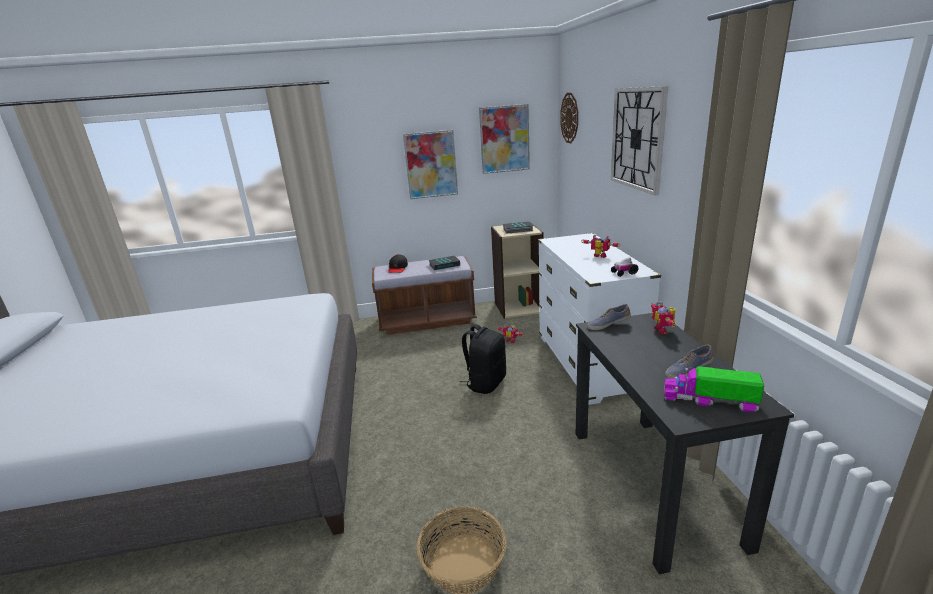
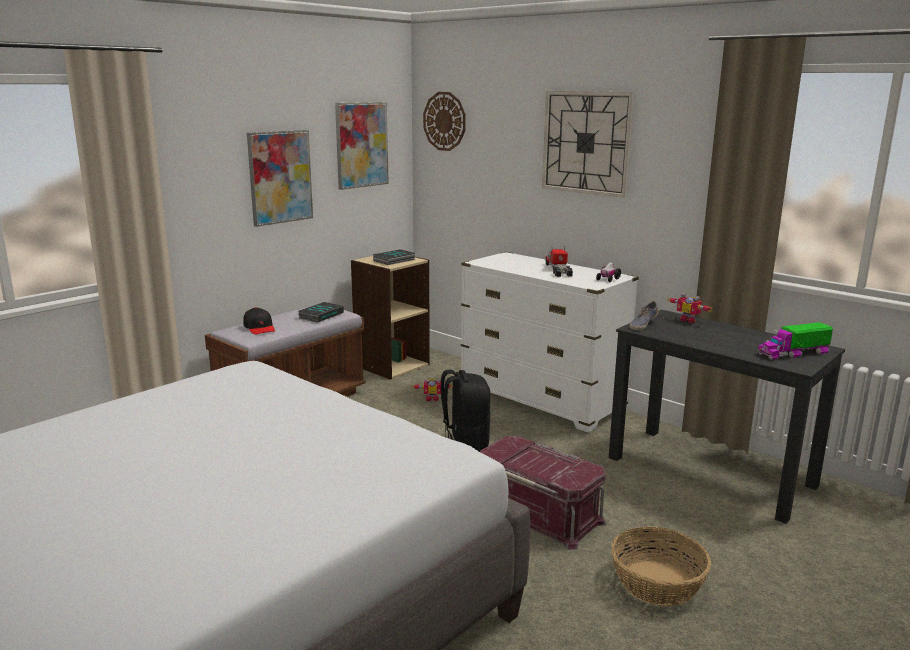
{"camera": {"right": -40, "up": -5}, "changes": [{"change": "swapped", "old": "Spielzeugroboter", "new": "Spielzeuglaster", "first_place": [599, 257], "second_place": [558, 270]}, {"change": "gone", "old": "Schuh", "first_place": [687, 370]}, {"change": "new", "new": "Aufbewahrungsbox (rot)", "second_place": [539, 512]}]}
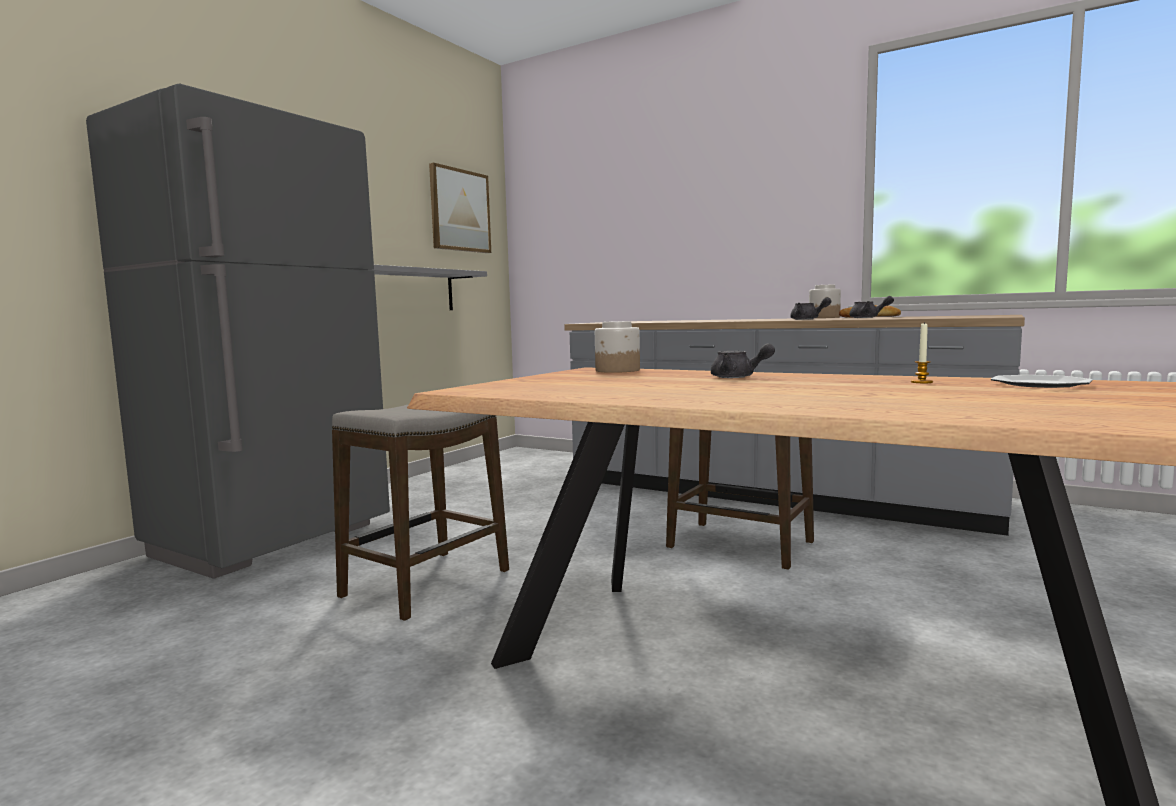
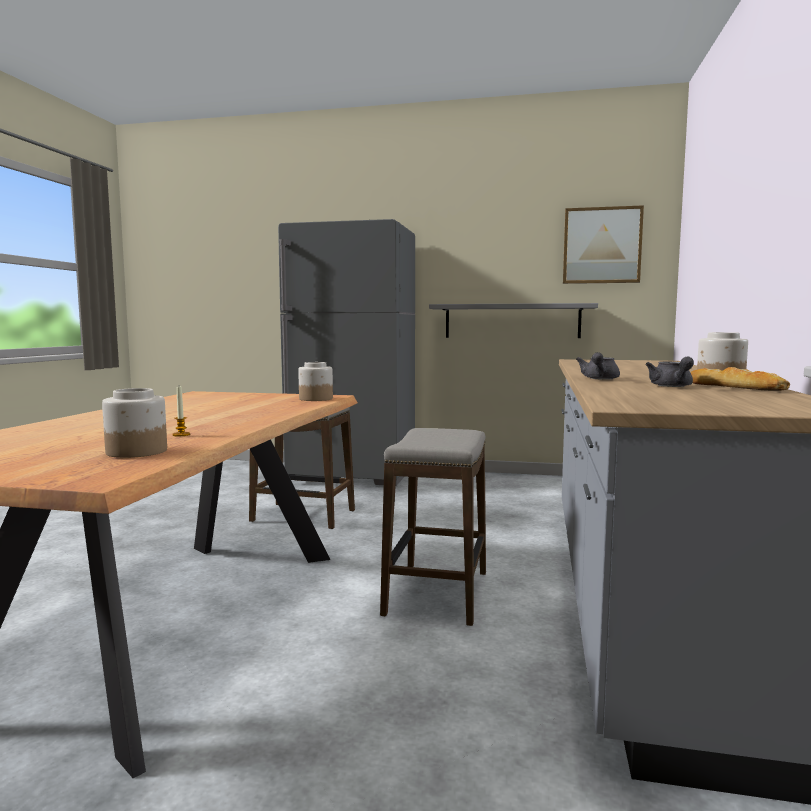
{"camera": {"right": 70, "up": 0}, "changes": [{"change": "gone", "old": "Teekanne (grau)", "first_place": [738, 377]}, {"change": "swapped", "old": "Teller", "new": "Vorratsglas", "first_place": [1041, 384], "second_place": [136, 452]}]}
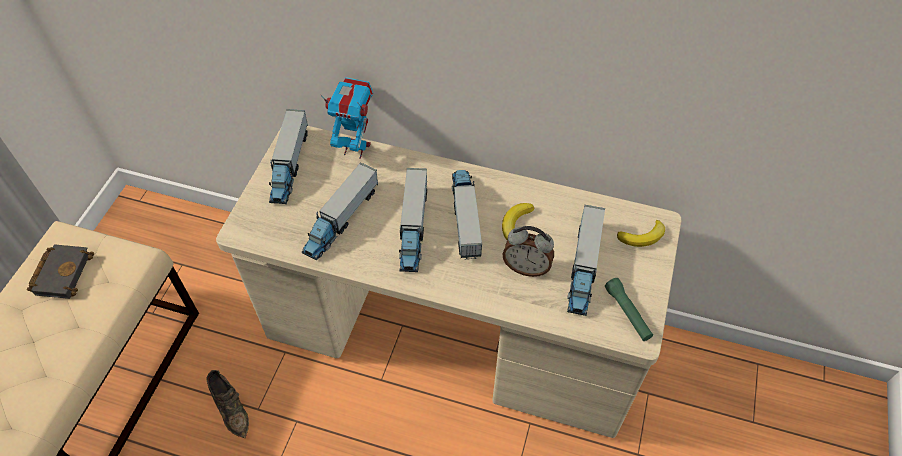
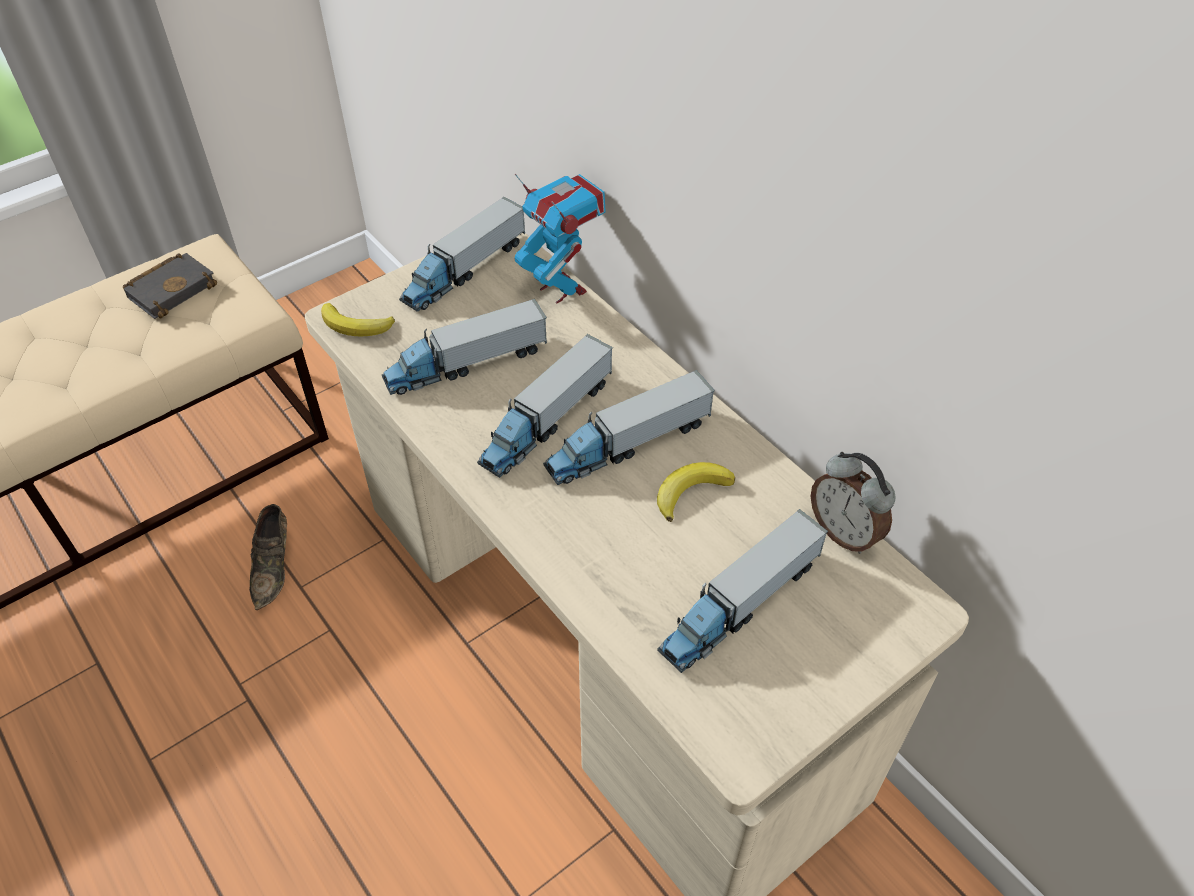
{"camera": {"right": 35, "up": -5}, "changes": [{"change": "rotated", "old": "Spielzeuglaster", "first_place": [465, 217], "second_place": [628, 444], "degrees": -150}, {"change": "shifted", "old": "Wecker", "first_place": [526, 267], "second_place": [844, 532]}, {"change": "gone", "old": "Taschenlampe (grün)", "first_place": [627, 313]}, {"change": "shifted", "old": "Banane", "first_place": [642, 236], "second_place": [356, 326]}]}
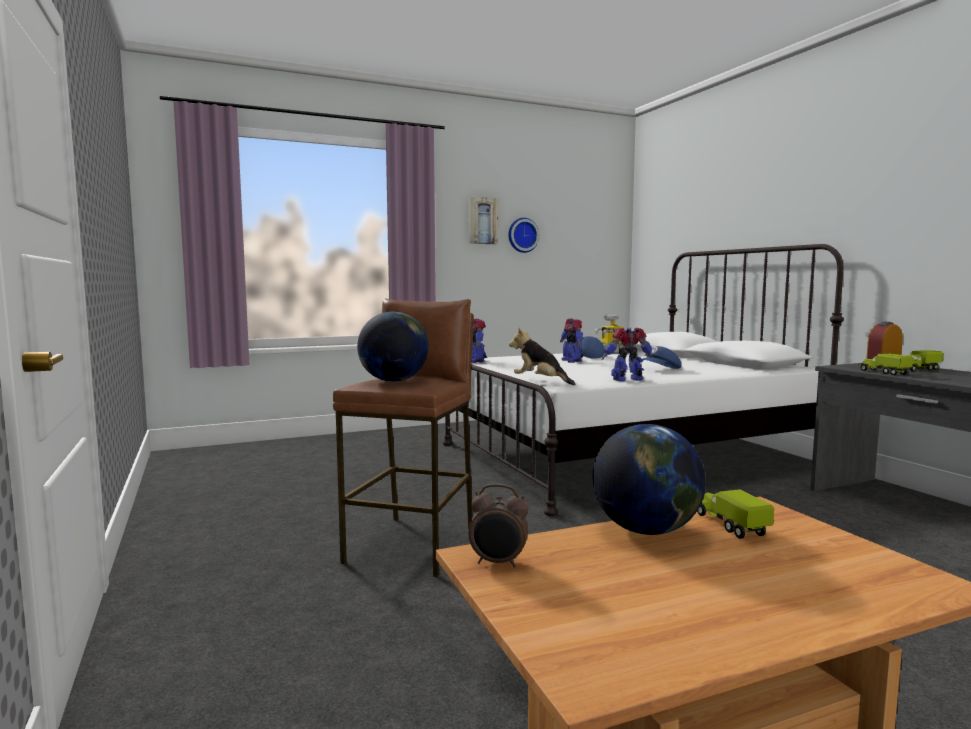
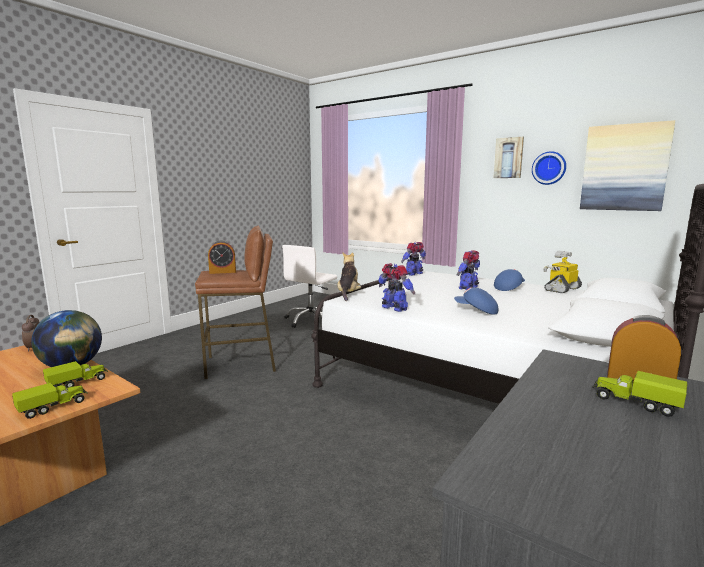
{"camera": {"right": 60, "up": 5}, "changes": [{"change": "swapped", "old": "Globus", "new": "Wecker", "first_place": [393, 381], "second_place": [222, 272]}, {"change": "shifted", "old": "Spielzeuglaster", "first_place": [883, 372], "second_place": [53, 407]}, {"change": "new", "new": "Bürostuhl (weiß)", "second_place": [311, 320]}, {"change": "new", "new": "Bild", "second_place": [624, 168]}]}
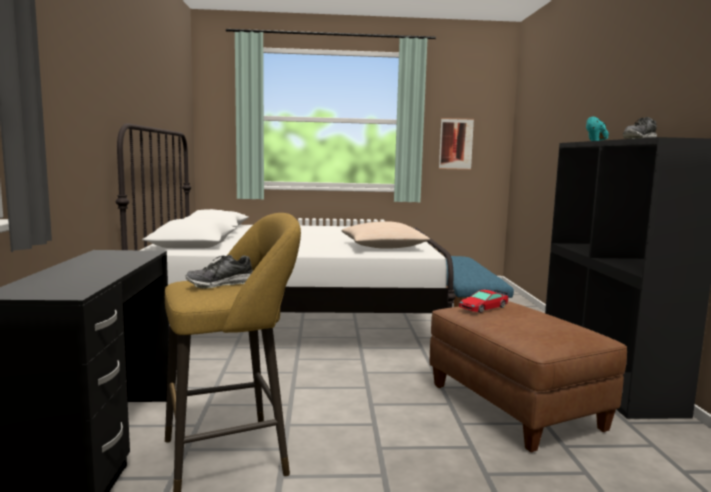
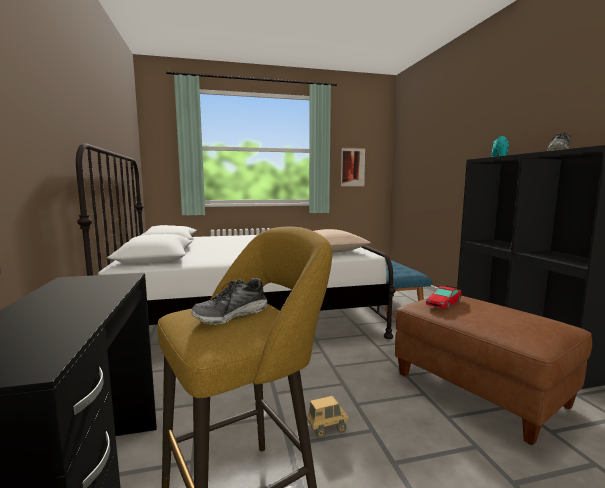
{"camera": {"right": -10, "up": 0}, "changes": [{"change": "new", "new": "Spielzeuglaster", "second_place": [327, 429]}]}
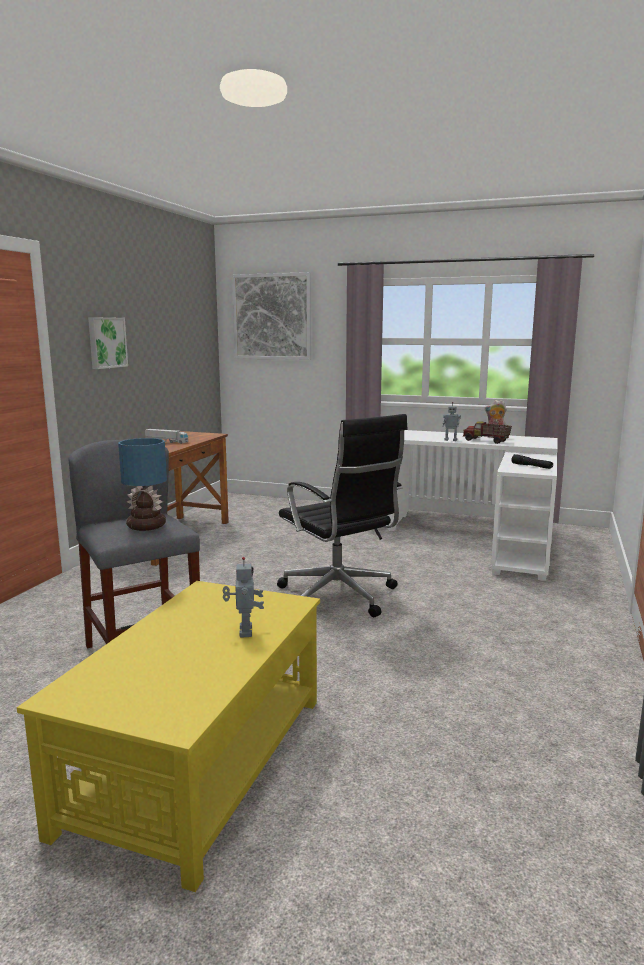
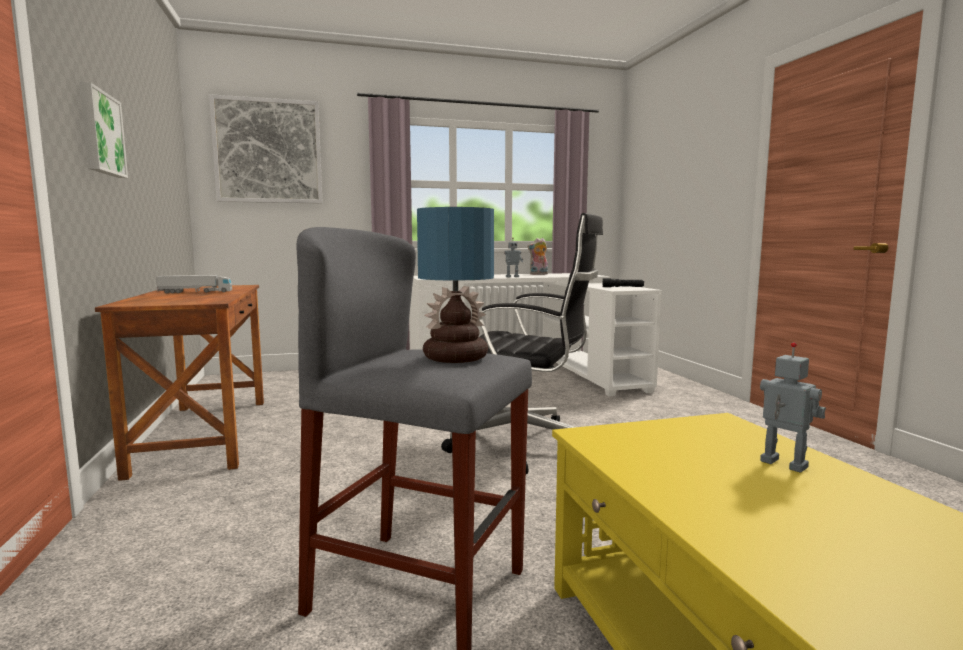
{"camera": {"right": -35, "up": -5}, "changes": [{"change": "gone", "old": "Spielzeuglaster", "first_place": [486, 441]}]}
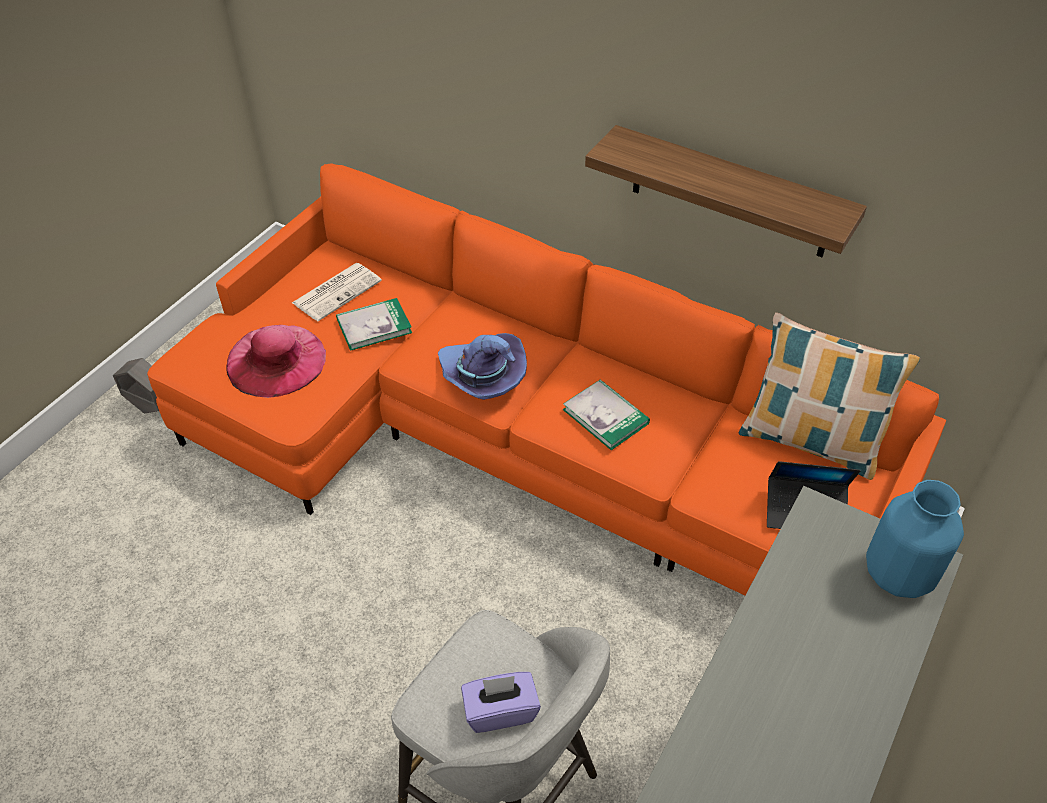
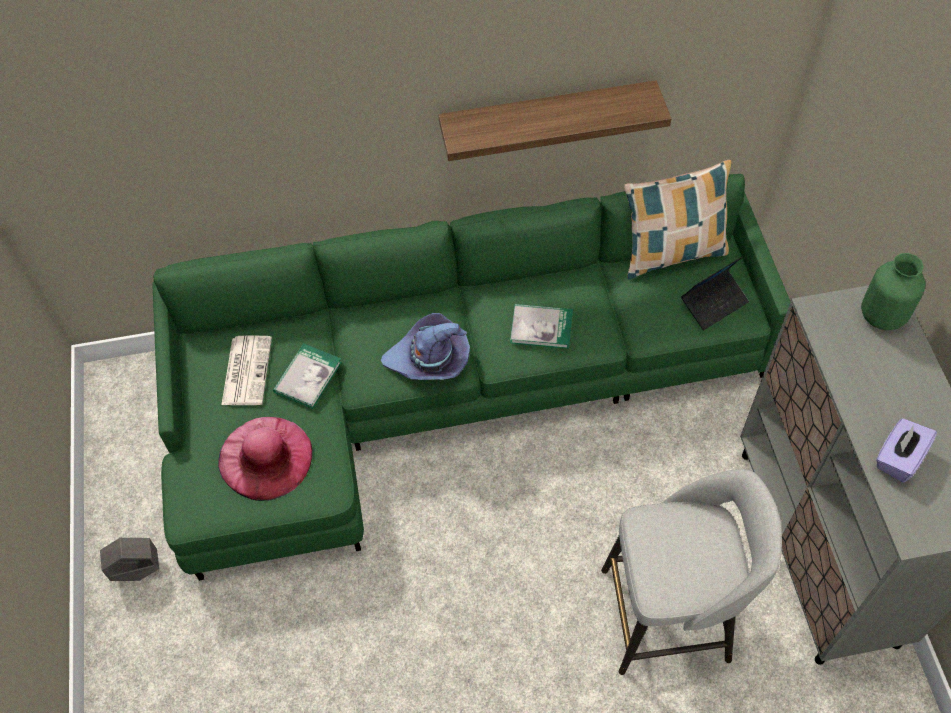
{"camera": {"right": -40, "up": 10}, "changes": [{"change": "repainted", "old": "Sofa (orange)", "new": "Sofa (grün)", "first_place": [513, 443], "second_place": [443, 390]}, {"change": "shifted", "old": "Taschentuchbox (lila)", "first_place": [500, 711], "second_place": [898, 458]}, {"change": "repainted", "old": "Vase (blau)", "new": "Vase (grün)", "first_place": [897, 575], "second_place": [882, 316]}]}
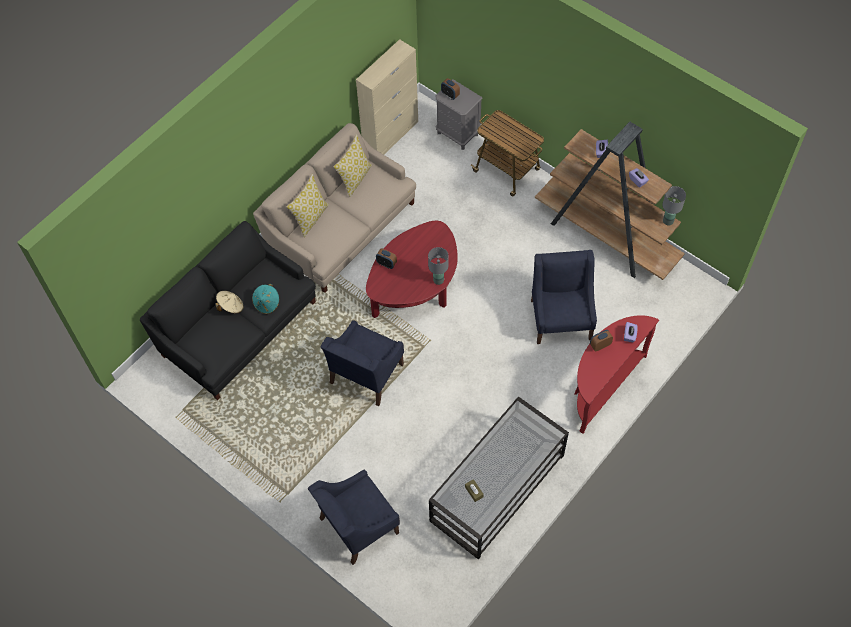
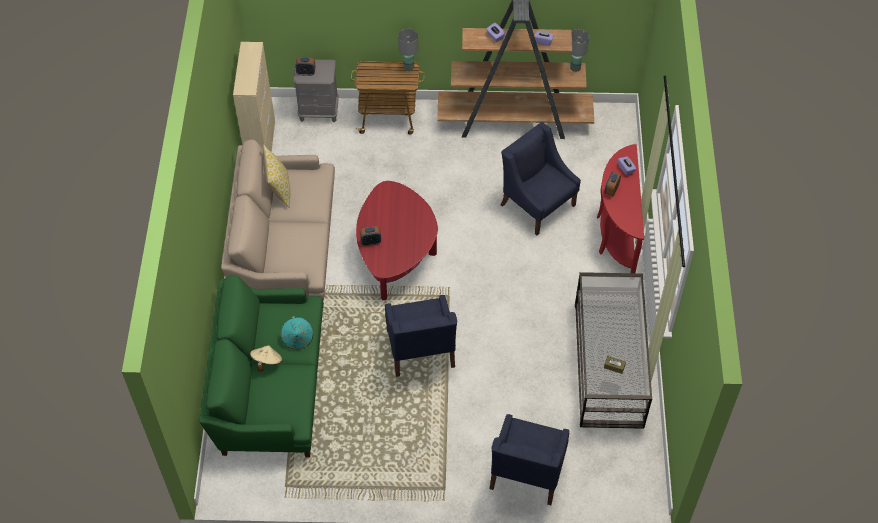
{"camera": {"right": -40, "up": -5}, "changes": [{"change": "repainted", "old": "Sofa (schwarz)", "new": "Sofa (grün)", "first_place": [236, 326], "second_place": [268, 385]}, {"change": "gone", "old": "Kissen", "first_place": [310, 217]}, {"change": "shifted", "old": "Tischlampe (grau)", "first_place": [438, 280], "second_place": [408, 67]}]}
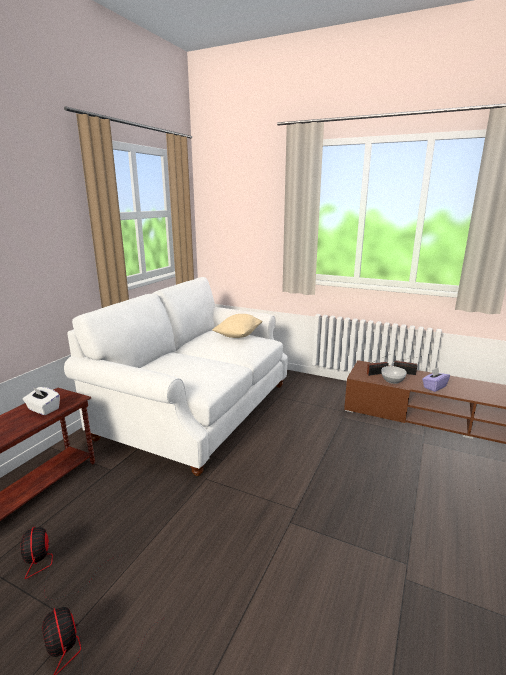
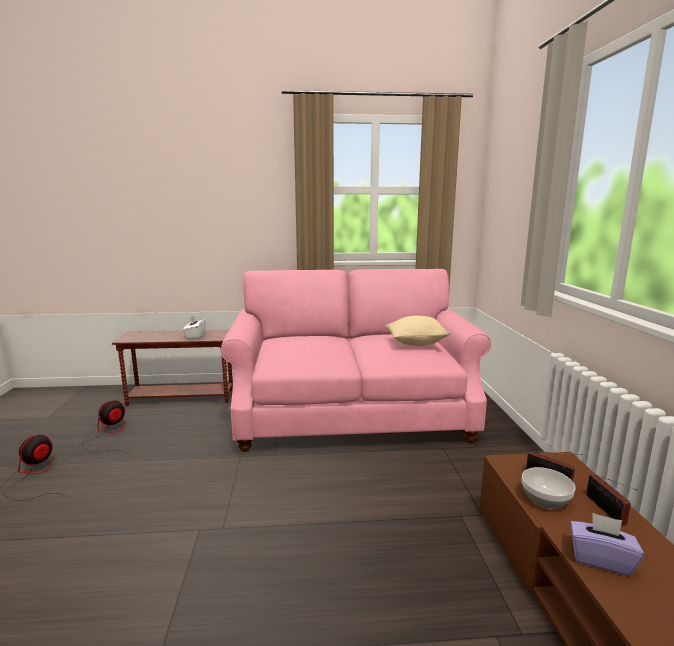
{"camera": {"right": 60, "up": -5}, "changes": [{"change": "repainted", "old": "Sofa (weiß)", "new": "Sofa (rosa)", "first_place": [198, 409], "second_place": [352, 412]}]}
